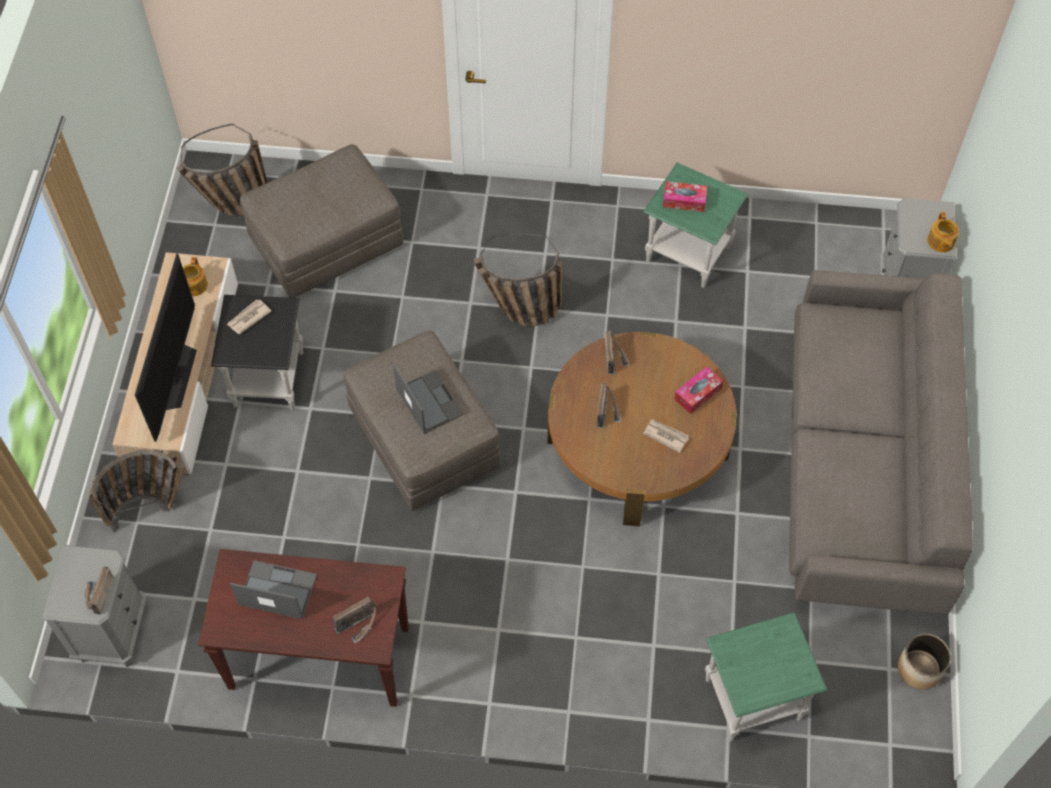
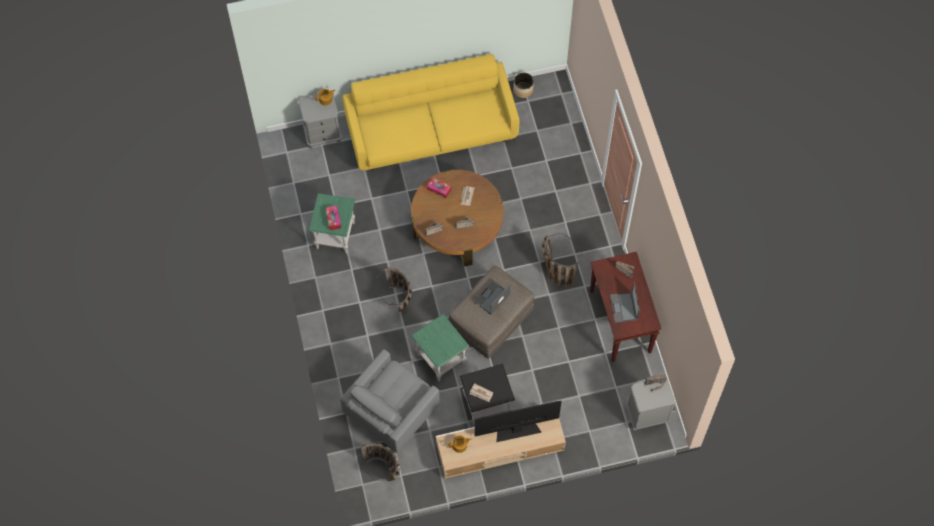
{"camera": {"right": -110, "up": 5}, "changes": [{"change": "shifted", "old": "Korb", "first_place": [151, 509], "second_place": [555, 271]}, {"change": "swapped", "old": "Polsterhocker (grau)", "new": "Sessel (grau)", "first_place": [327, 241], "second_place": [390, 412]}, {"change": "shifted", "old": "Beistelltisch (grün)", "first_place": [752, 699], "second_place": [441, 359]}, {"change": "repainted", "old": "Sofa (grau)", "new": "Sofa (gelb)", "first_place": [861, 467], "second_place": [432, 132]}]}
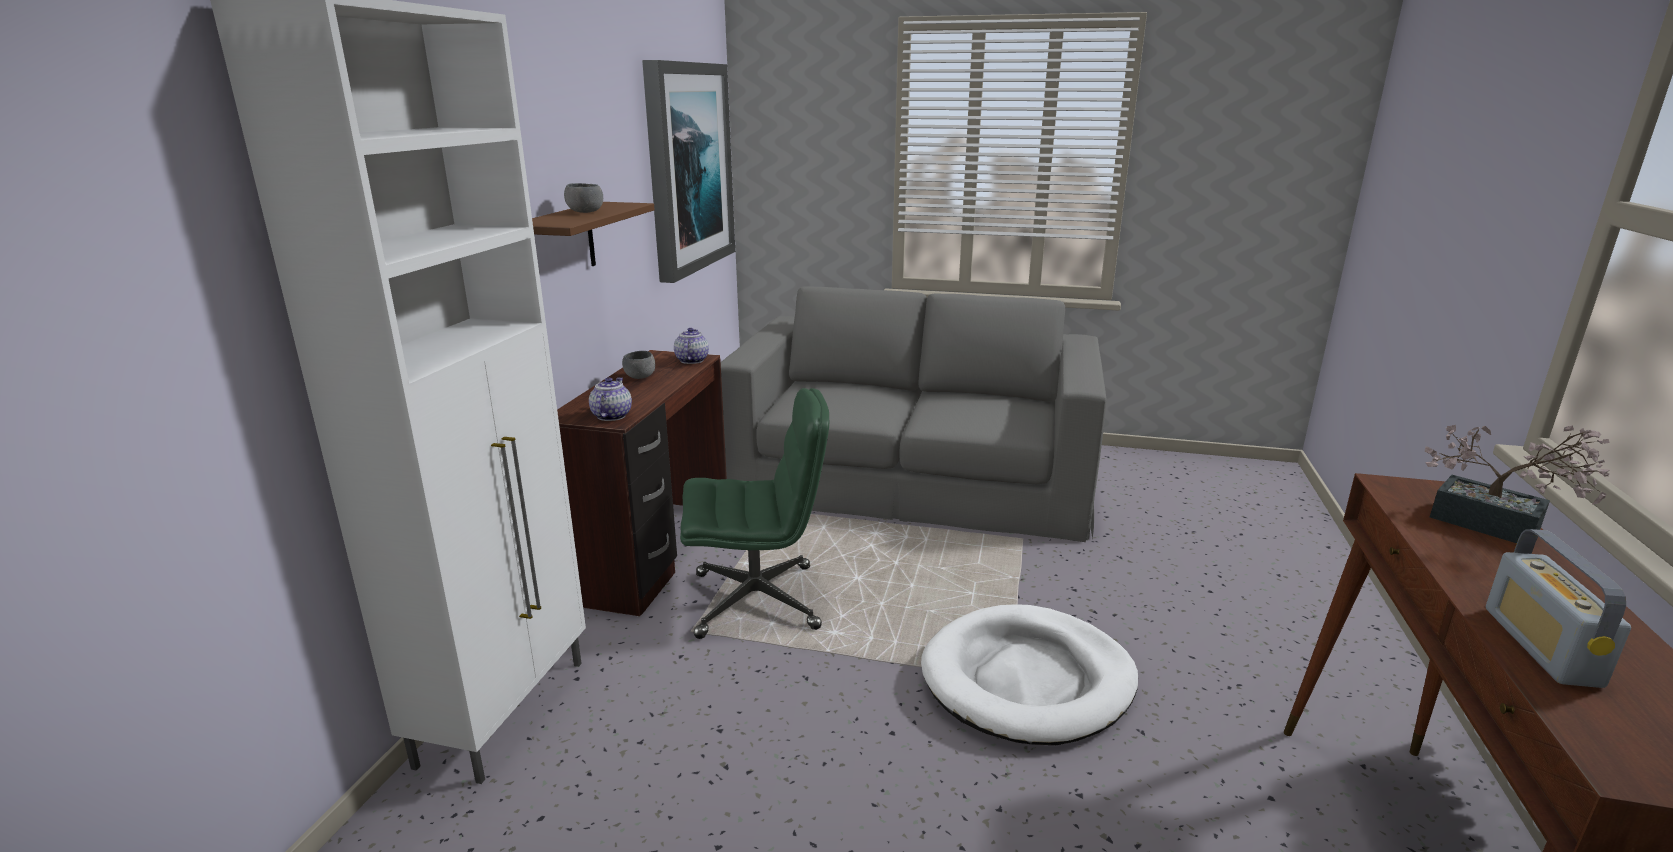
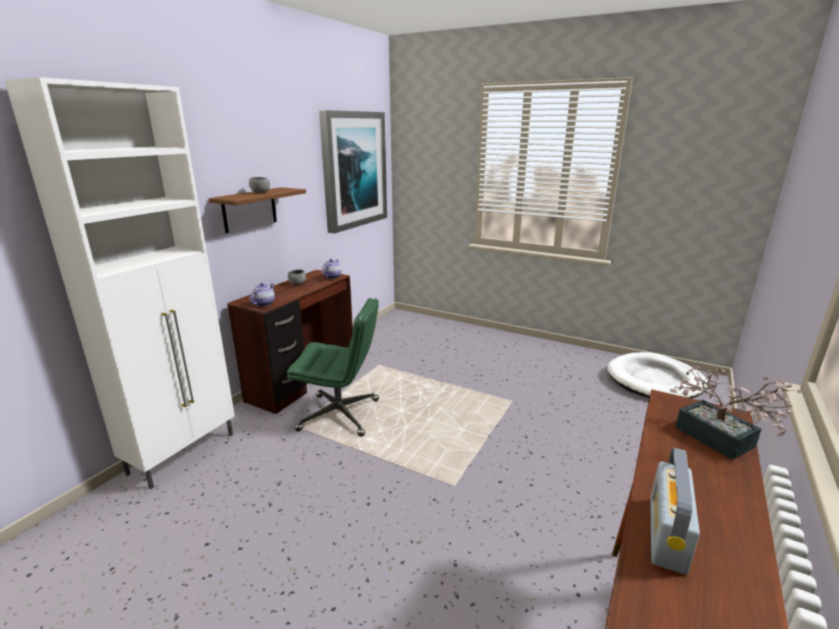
{"camera": {"right": 15, "up": 0}, "changes": [{"change": "gone", "old": "Sofa (grau)", "first_place": [913, 476]}, {"change": "shifted", "old": "Hundebett (weiß)", "first_place": [1028, 680], "second_place": [655, 380]}]}
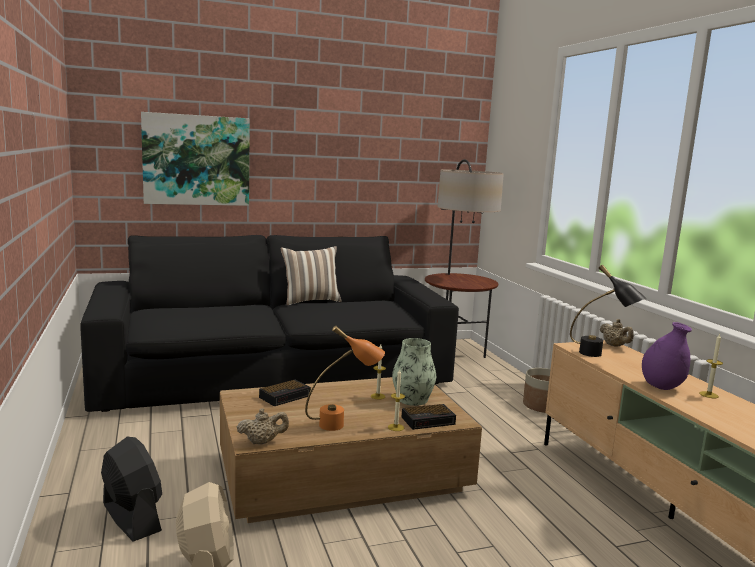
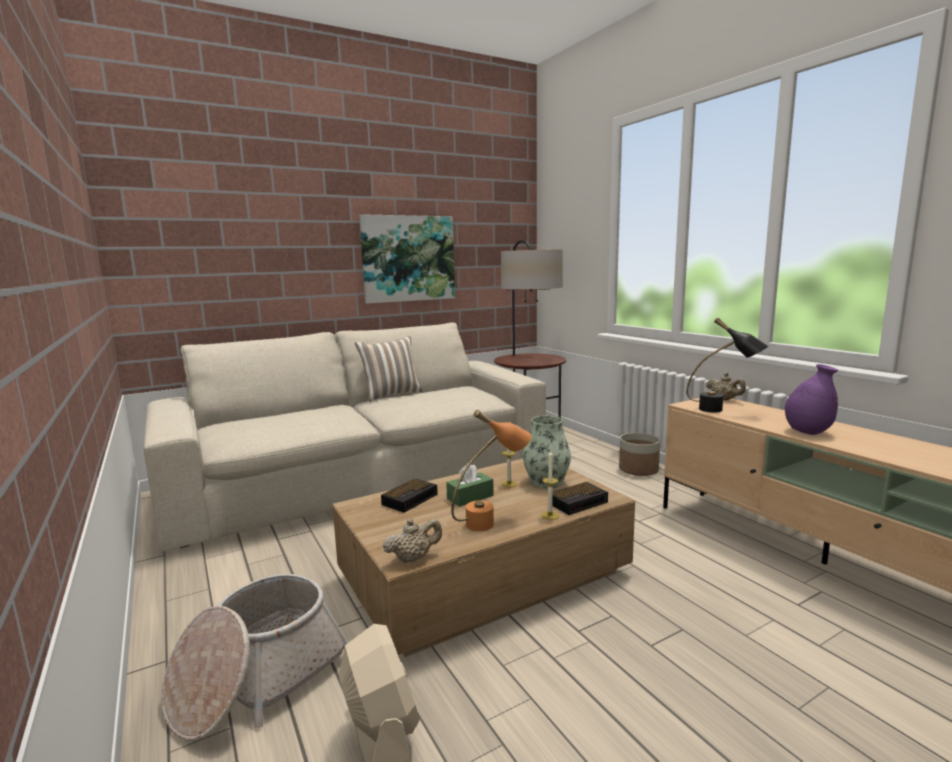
{"camera": {"right": -10, "up": 0}, "changes": [{"change": "repainted", "old": "Sofa (schwarz)", "new": "Sofa (beige)", "first_place": [274, 375], "second_place": [362, 477]}, {"change": "swapped", "old": "Ventilator (schwarz)", "new": "Korb", "first_place": [131, 517], "second_place": [258, 679]}, {"change": "shifted", "old": "Bild", "first_place": [196, 160], "second_place": [408, 258]}, {"change": "gone", "old": "Kerze", "first_place": [708, 395]}, {"change": "new", "new": "Taschentuchbox (grün)", "second_place": [470, 497]}]}
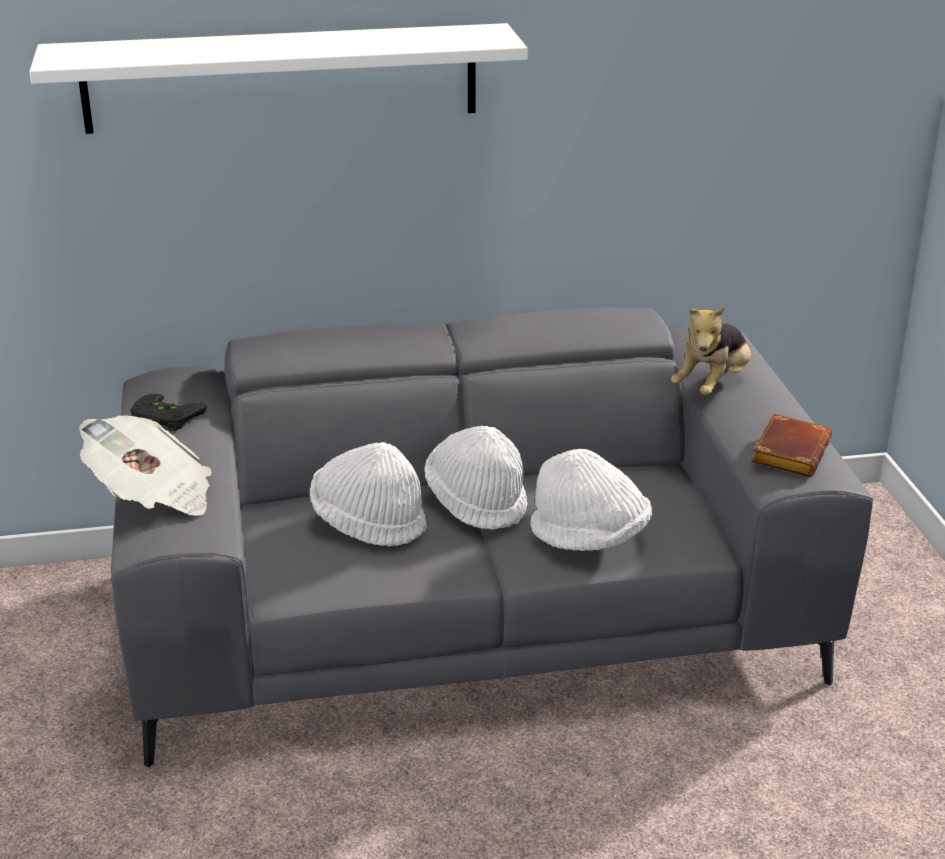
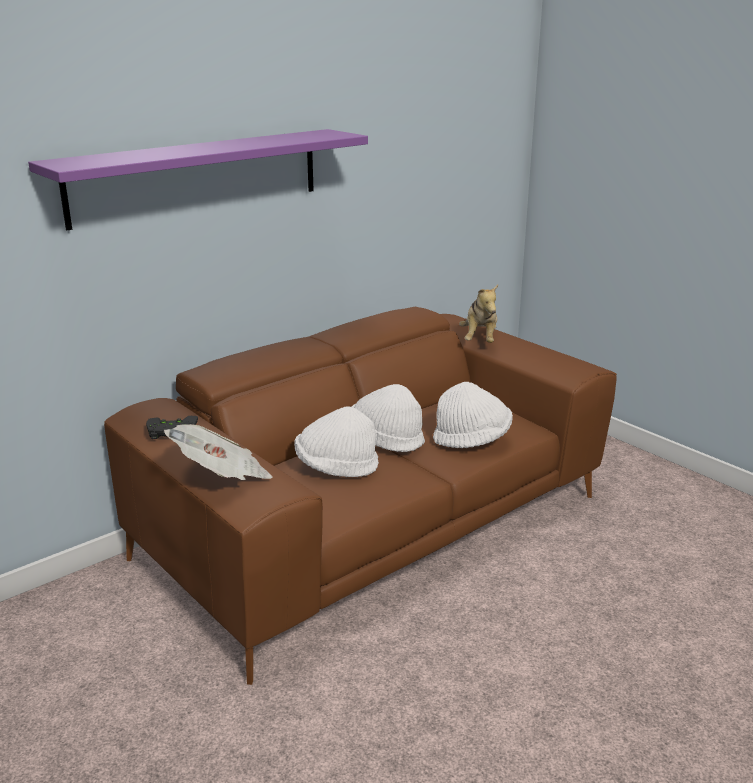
{"camera": {"right": -30, "up": -5}, "changes": [{"change": "repainted", "old": "Wandregal (weiß)", "new": "Wandregal (lila)", "first_place": [281, 78], "second_place": [198, 176]}, {"change": "repainted", "old": "Sofa (grau)", "new": "Sofa (braun)", "first_place": [472, 622], "second_place": [375, 527]}, {"change": "gone", "old": "Buch (braun)", "first_place": [788, 452]}]}
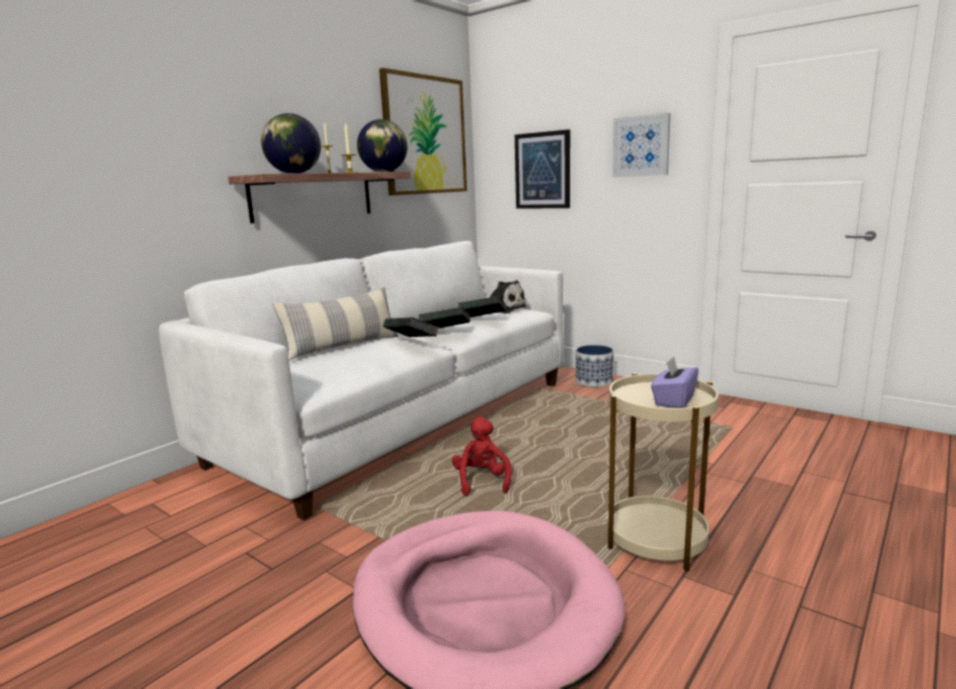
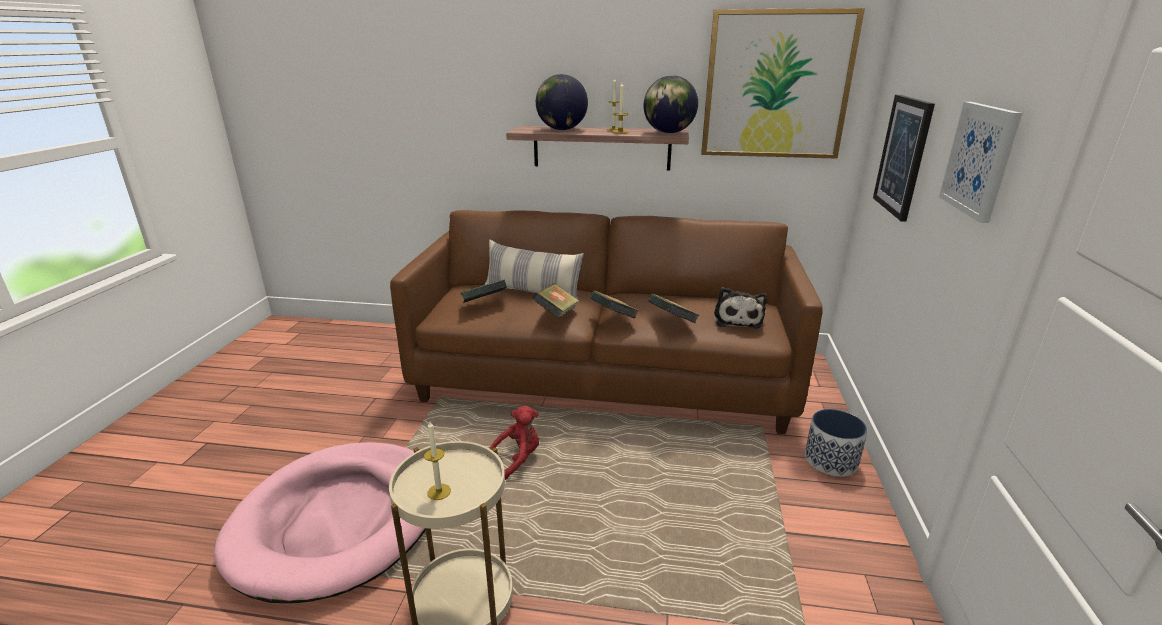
{"camera": {"right": 60, "up": 10}, "changes": [{"change": "repainted", "old": "Sofa (weiß)", "new": "Sofa (braun)", "first_place": [403, 420], "second_place": [603, 377]}, {"change": "swapped", "old": "Taschentuchbox (lila)", "new": "Kerze", "first_place": [673, 400], "second_place": [439, 492]}, {"change": "new", "new": "Buch", "second_place": [484, 304]}]}
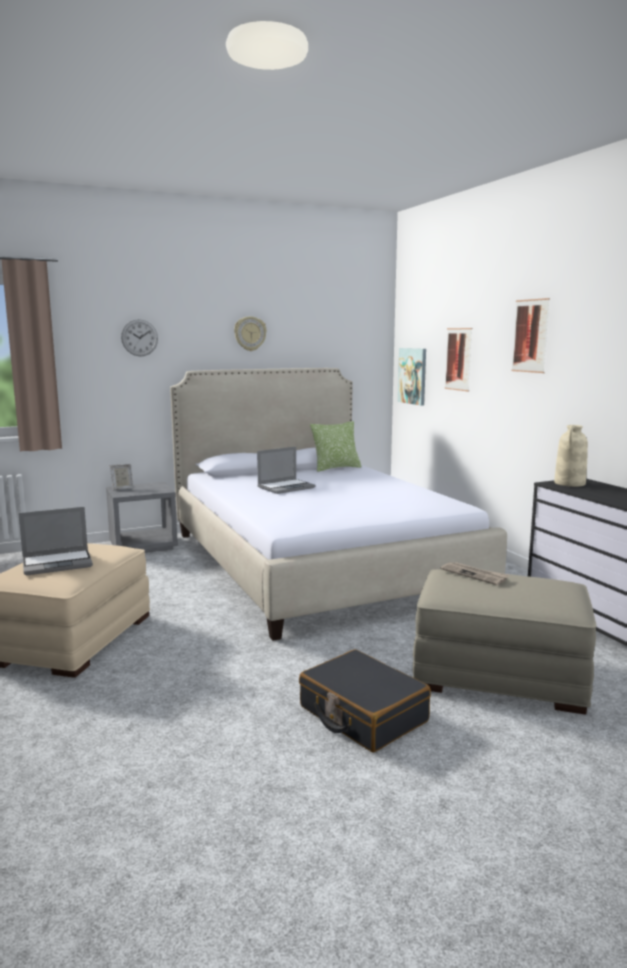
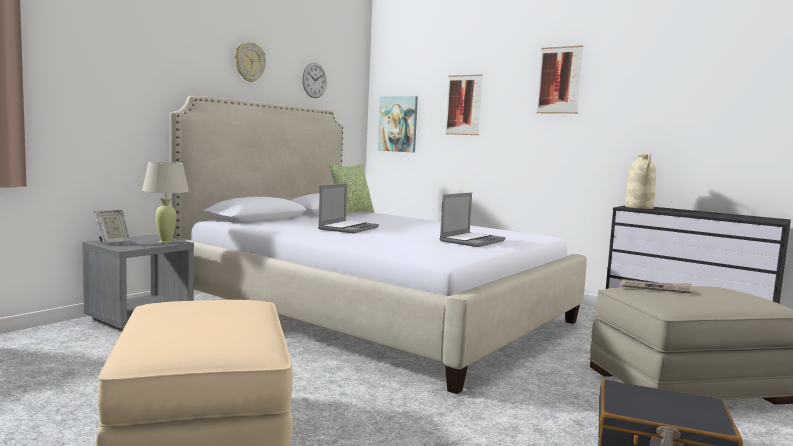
{"camera": {"right": -30, "up": -5}, "changes": [{"change": "shifted", "old": "Laptop", "first_place": [58, 563], "second_place": [472, 241]}, {"change": "shifted", "old": "Wanduhr", "first_place": [139, 338], "second_place": [314, 80]}, {"change": "new", "new": "Tischlampe (beige)", "second_place": [166, 242]}]}
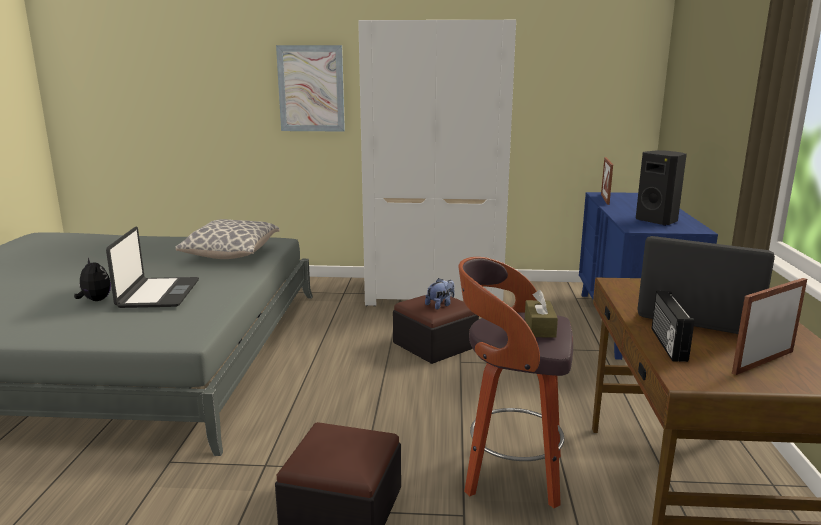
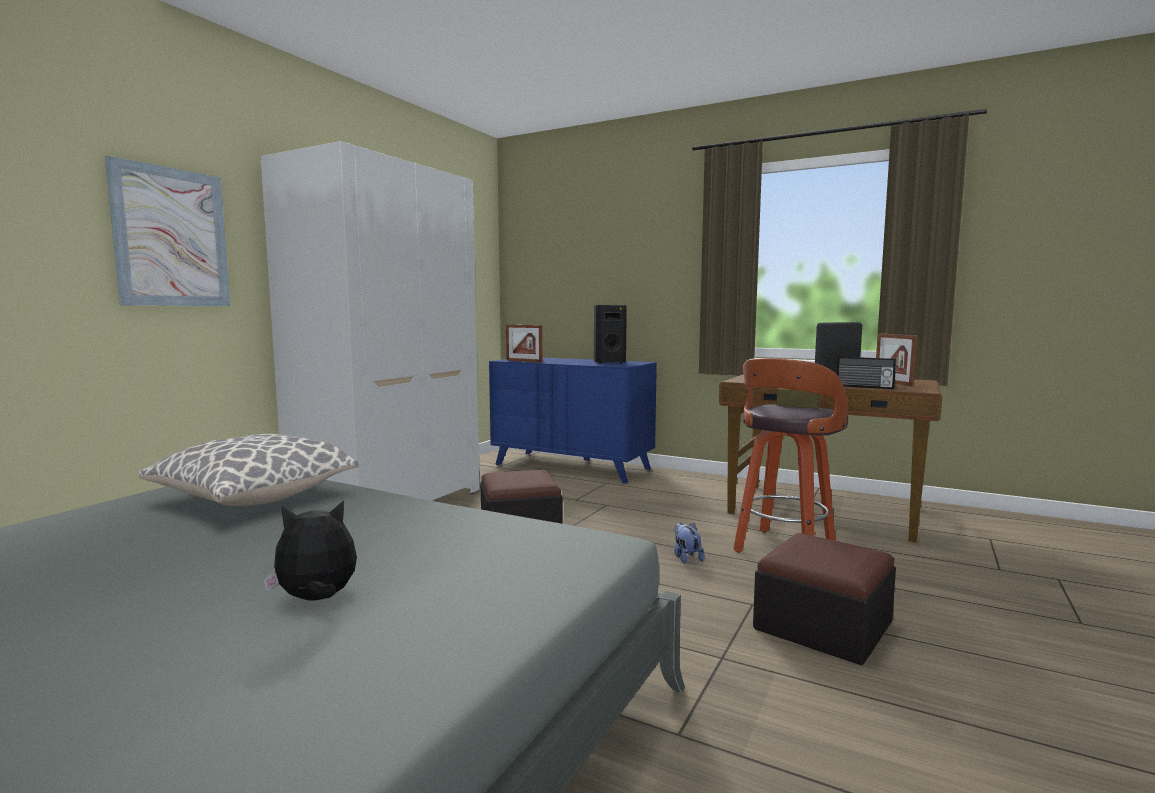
{"camera": {"right": -65, "up": -10}, "changes": [{"change": "gone", "old": "Laptop", "first_place": [157, 294]}, {"change": "shifted", "old": "Plüschtier", "first_place": [440, 305], "second_place": [686, 557]}]}
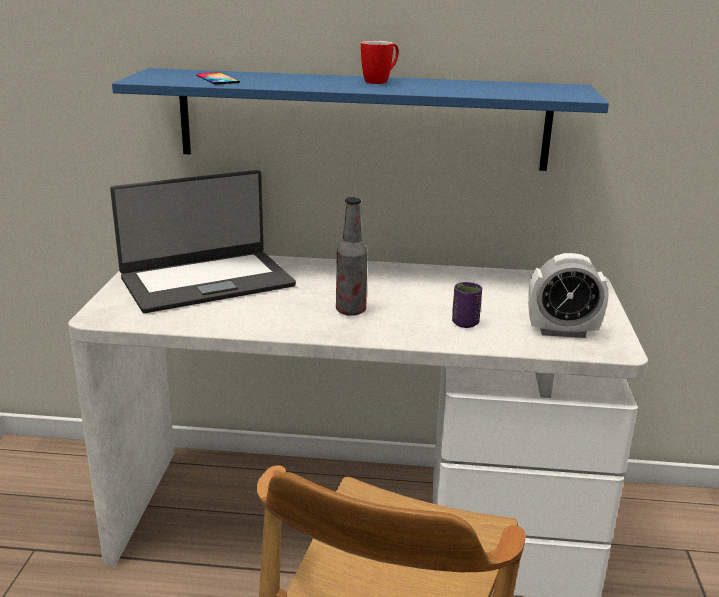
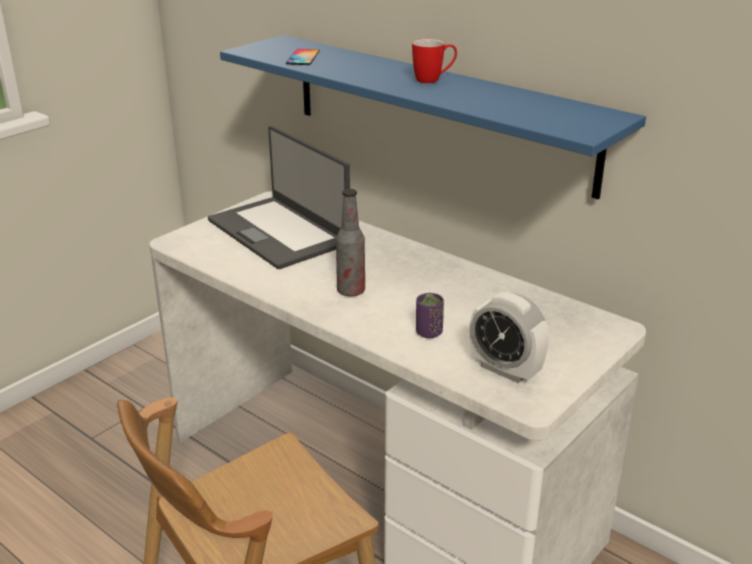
{"camera": {"right": 35, "up": 5}, "changes": [{"change": "rotated", "old": "Laptop", "first_place": [206, 281], "second_place": [279, 232], "degrees": 45}]}
